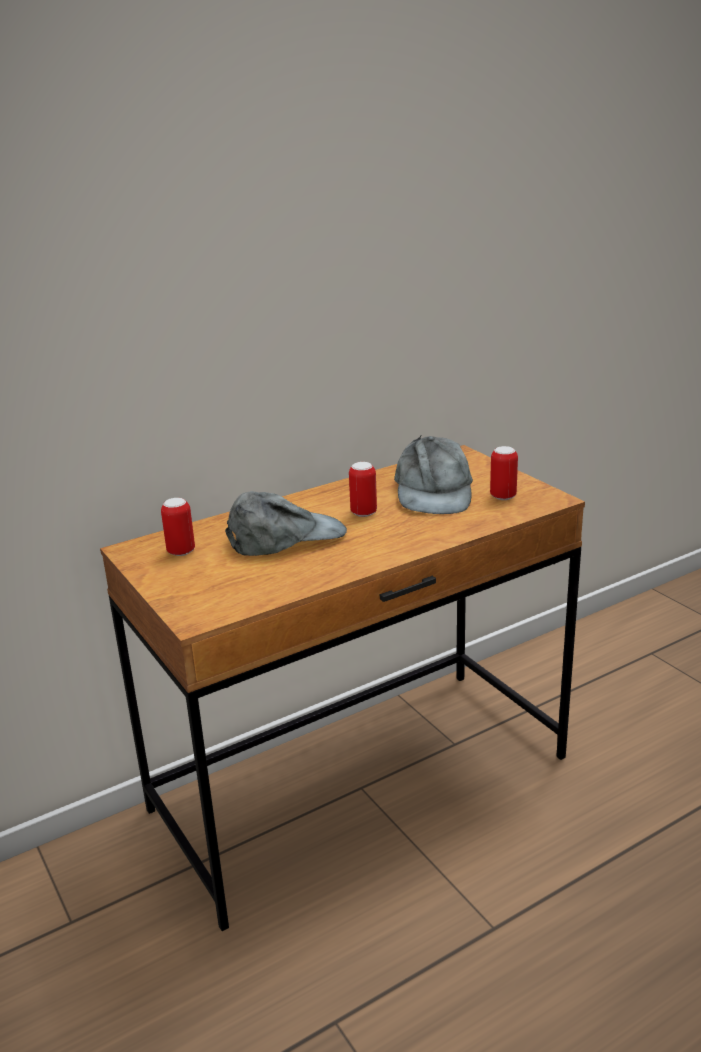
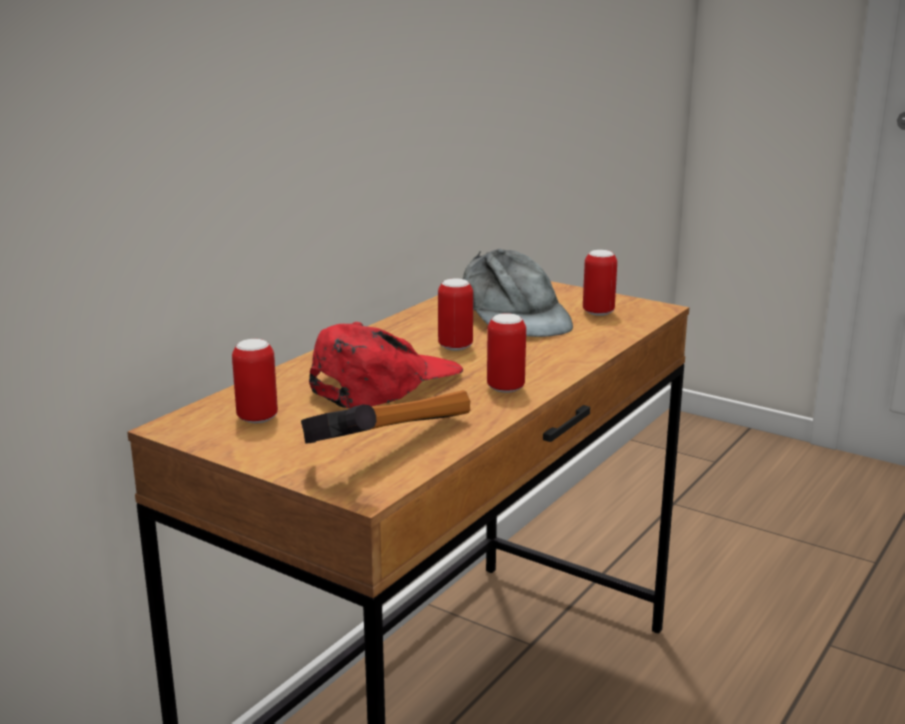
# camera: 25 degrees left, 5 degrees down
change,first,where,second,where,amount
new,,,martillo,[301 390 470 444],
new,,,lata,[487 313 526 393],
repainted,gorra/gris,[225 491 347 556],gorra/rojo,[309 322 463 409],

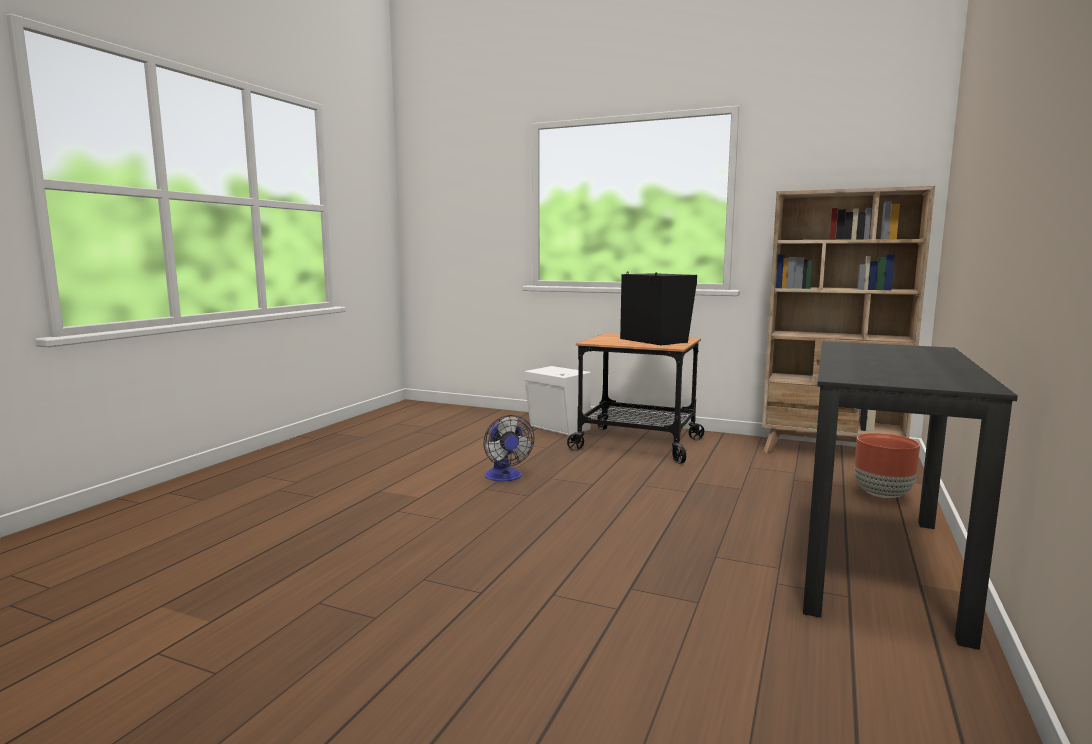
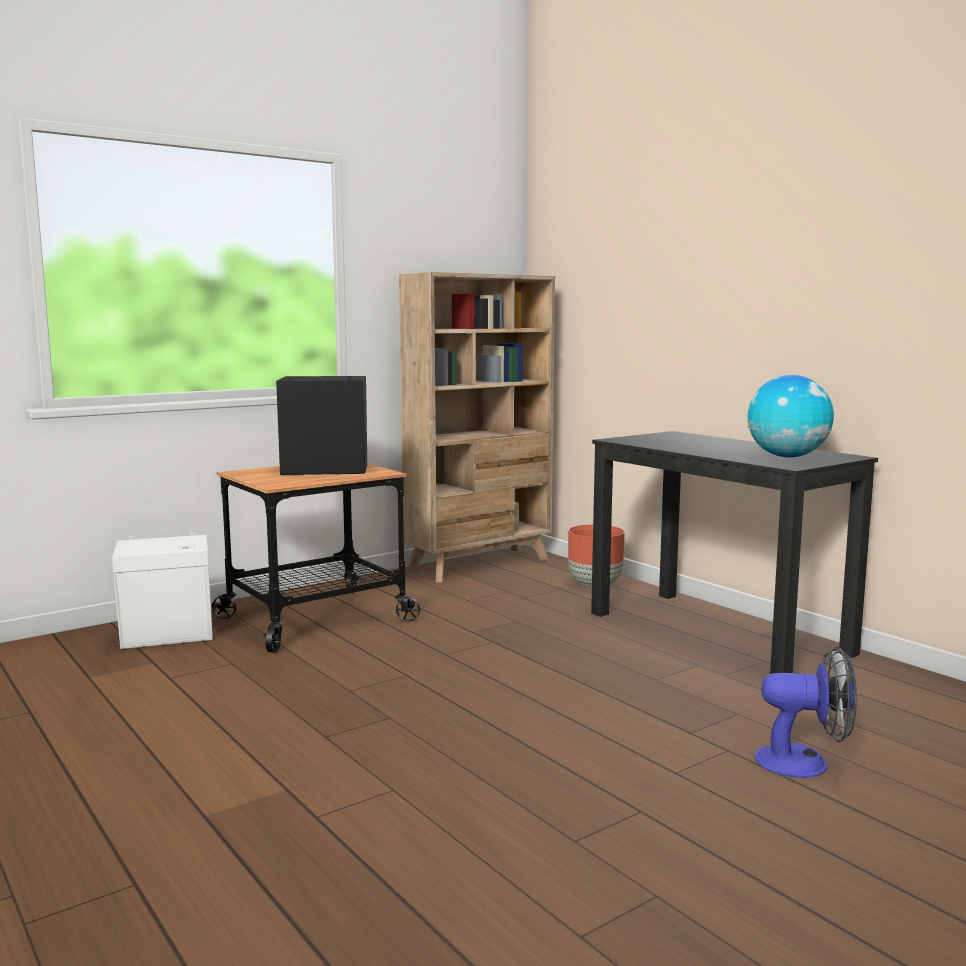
# camera: 60 degrees left, 0 degrees up
change,first,where,second,where,amount
new,,,globo terráqueo,[748 375 834 457],
shifted,ventilador,[483 415 534 482],,[755 647 857 778],

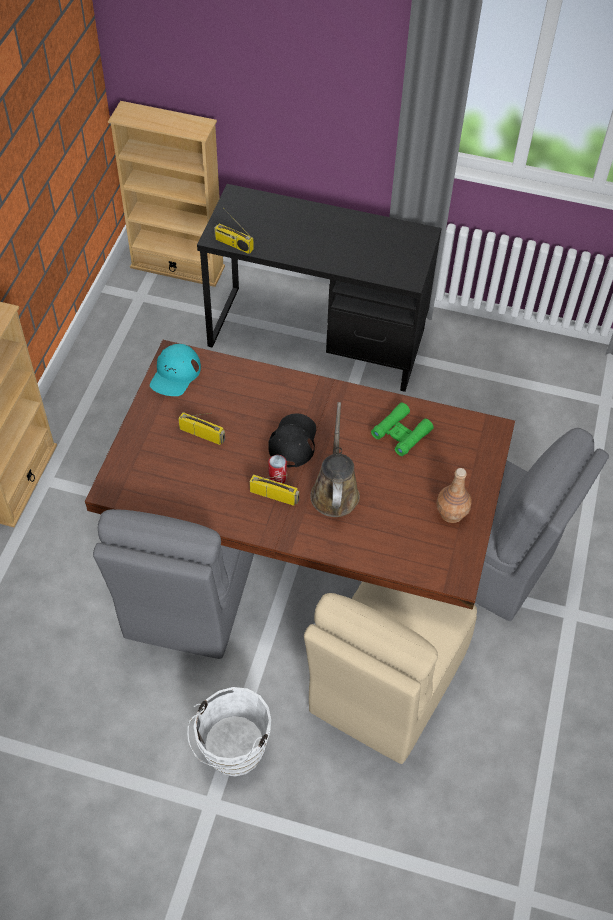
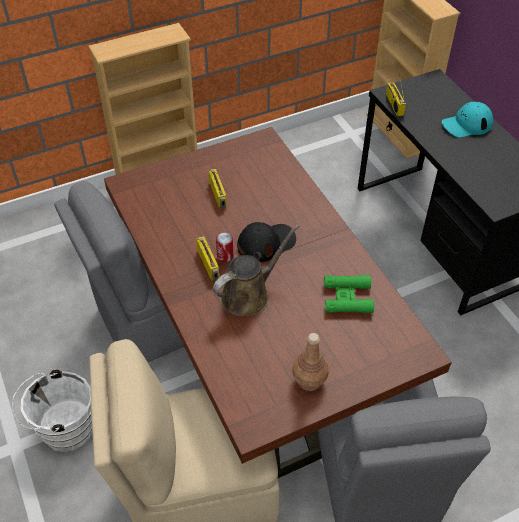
# camera: 50 degrees right, 5 degrees down
change,first,where,second,where,amount
shifted,gorra/turquesa,[150 344 201 396],,[442 102 493 137],

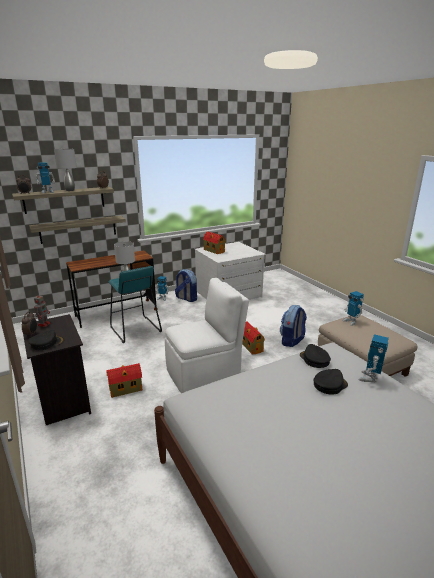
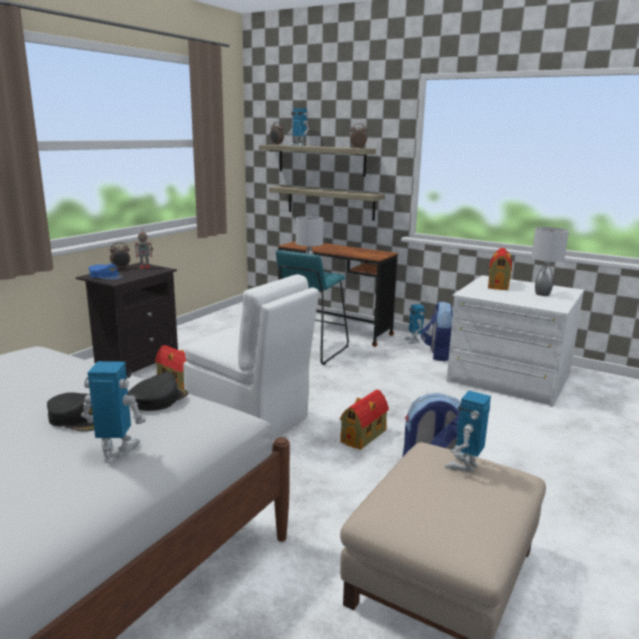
# camera: 60 degrees right, 5 degrees down
change,first,where,second,where,amount
shifted,lámpara de mesa/gris,[54 149 77 191],,[531 227 569 296],
repainted,gorra/negro,[28 330 64 350],gorra/azul,[89 264 123 280],

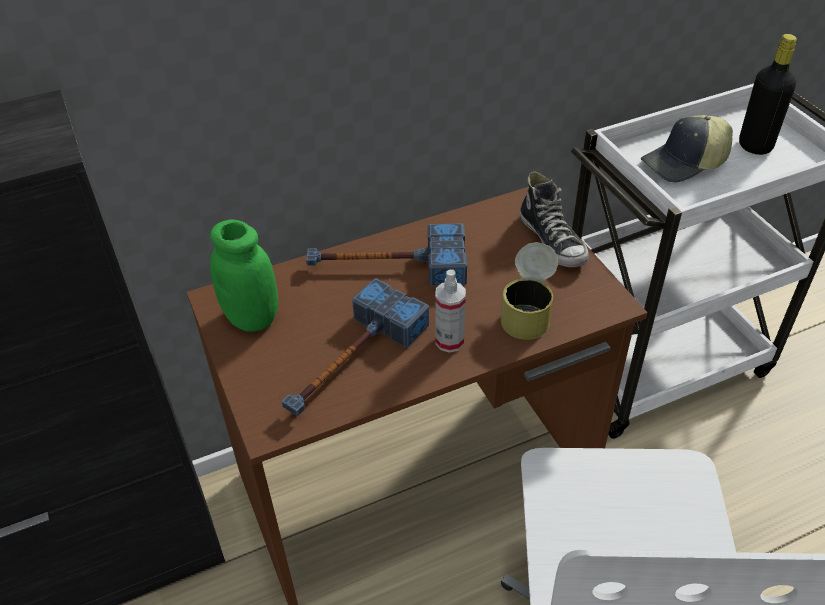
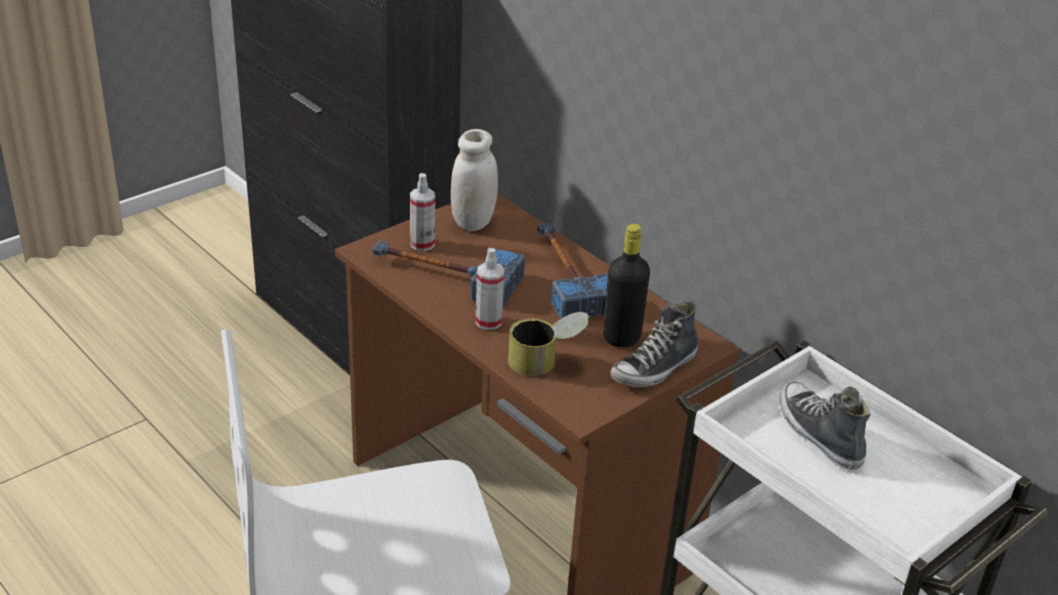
# camera: 70 degrees right, 10 degrees down
change,first,where,second,where,amount
new,,,pulverizador,[410 173 435 251],
shifted,botella/negro,[739 34 797 155],,[603 224 650 347],
swapped,gorra,[641 115 733 183],zapato,[779 381 871 470],
repainted,tarro/verde,[210 220 278 331],tarro/blanco,[451 129 498 231],

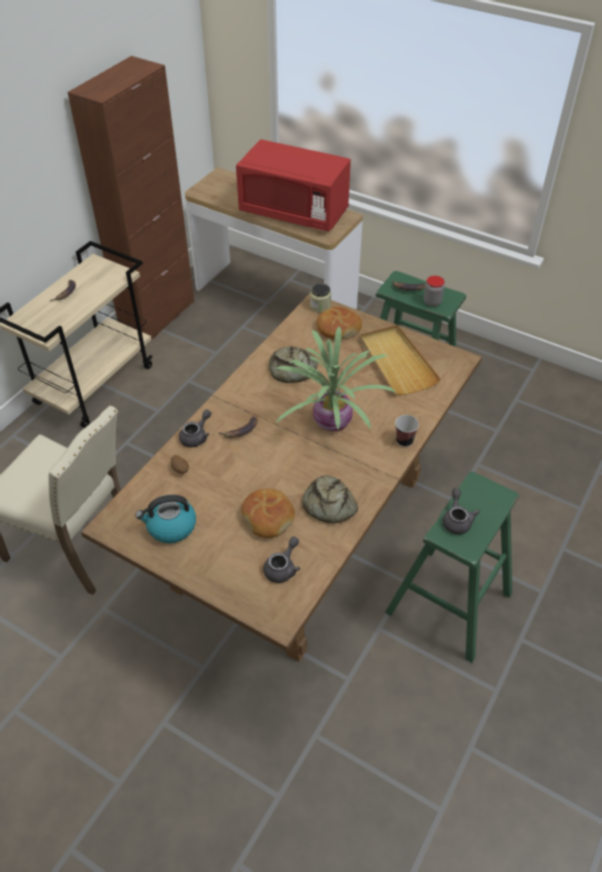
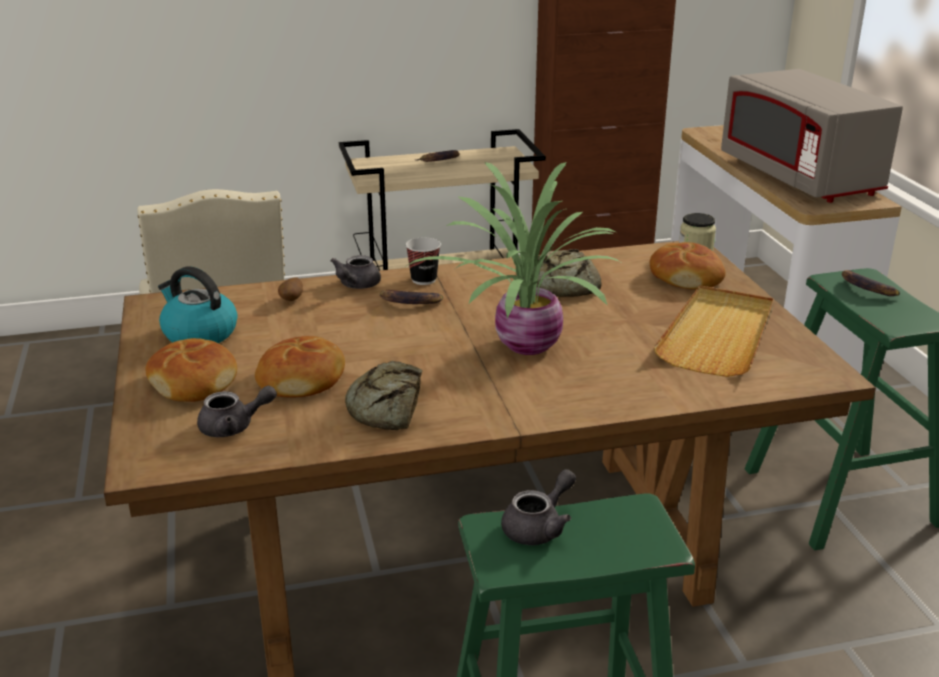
# camera: 45 degrees right, 20 degrees down
change,first,where,second,where,amount
gone,tarro,[424 276 445 307],,,
new,,,pan,[145 338 237 402],
shifted,taza,[395 415 419 447],,[406 238 441 285],
repainted,microondas/rojo,[236 139 351 231],microondas/gris,[721 69 903 203],
rotated,tetera/gris,[179 409 211 447],,[330 255 381 289],120 degrees clockwise

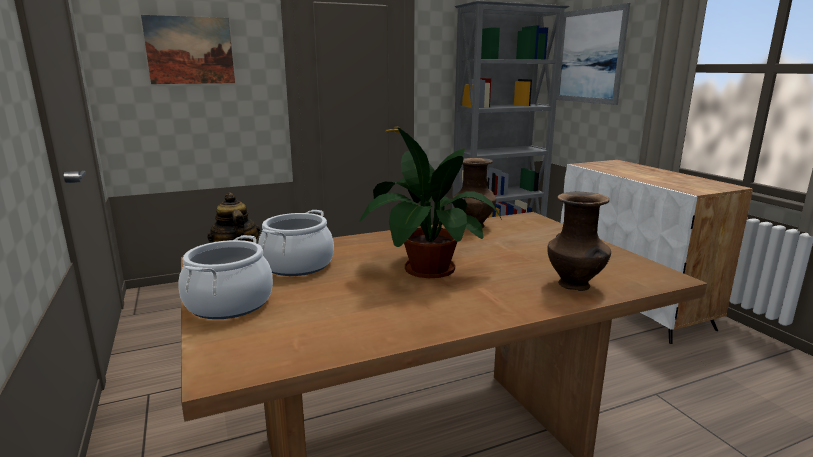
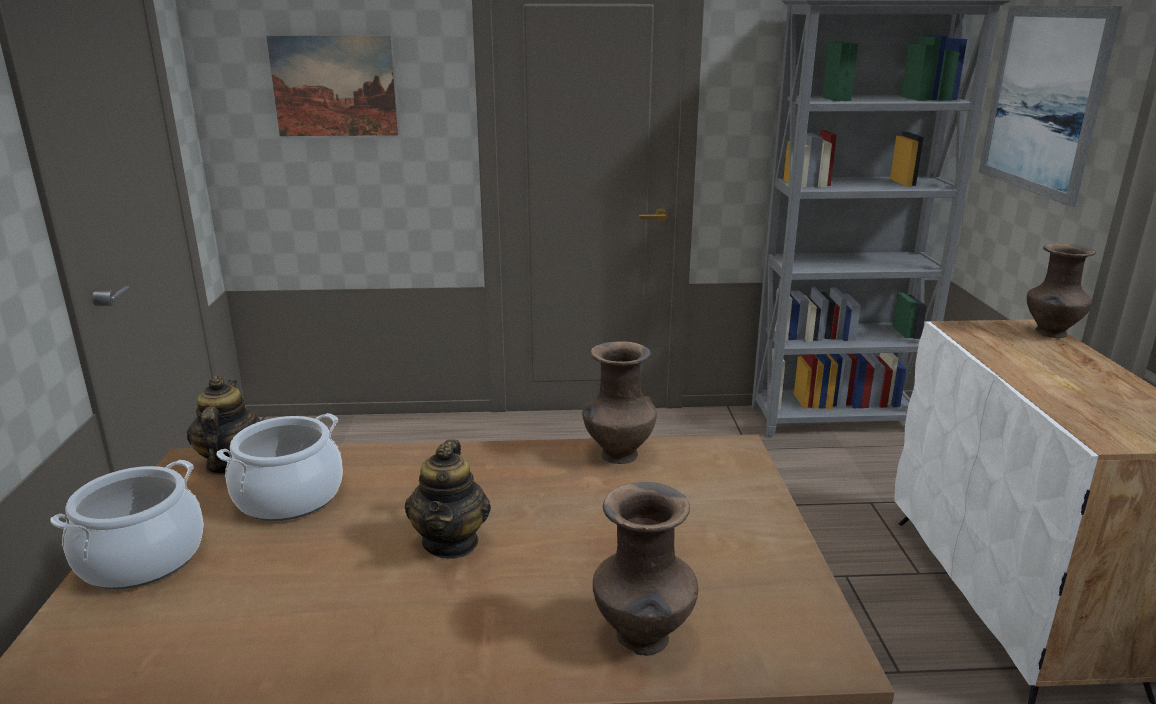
# camera: 20 degrees right, 5 degrees up
change,first,where,second,where,amount
new,,,florero/marrón,[1027 243 1096 338],
swapped,planta en maceta,[359 128 502 278],tetera,[405 439 491 559],

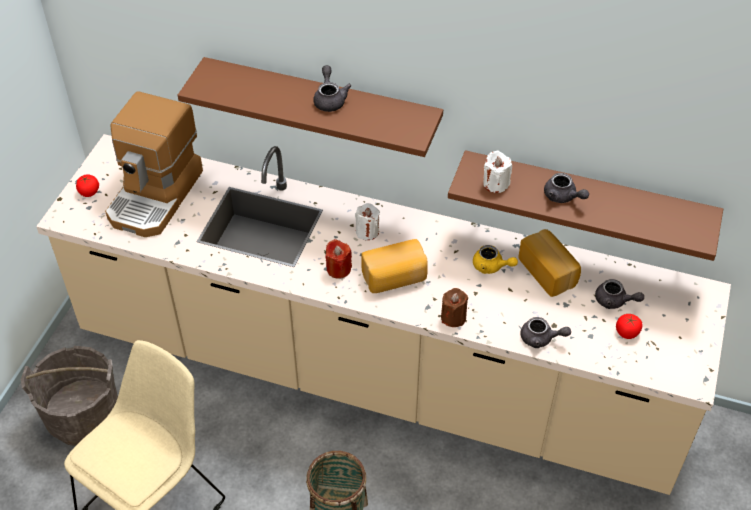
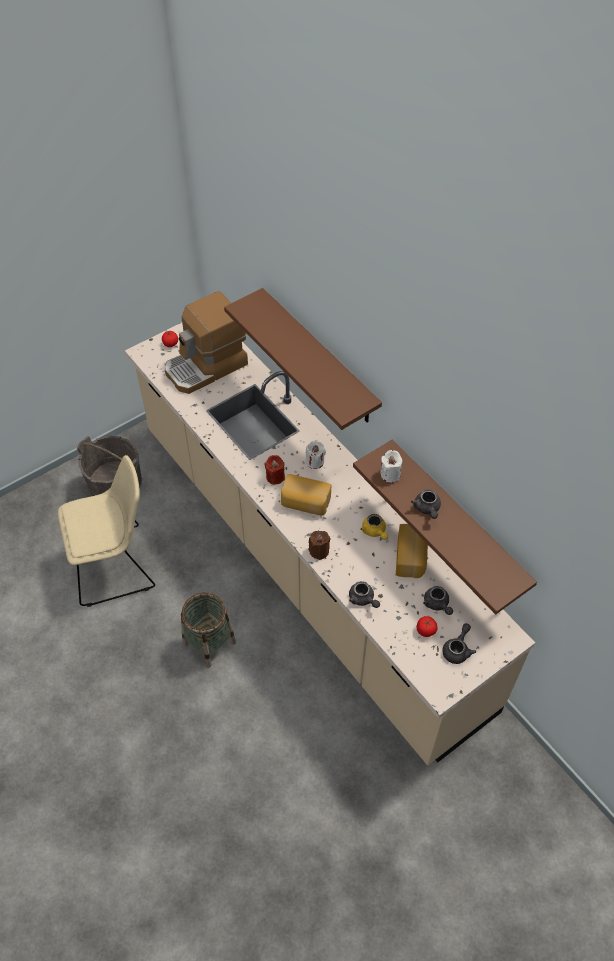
# camera: 35 degrees right, 5 degrees up
change,first,where,second,where,amount
shifted,tetera/gris,[313 65 351 112],,[442 623 476 664],

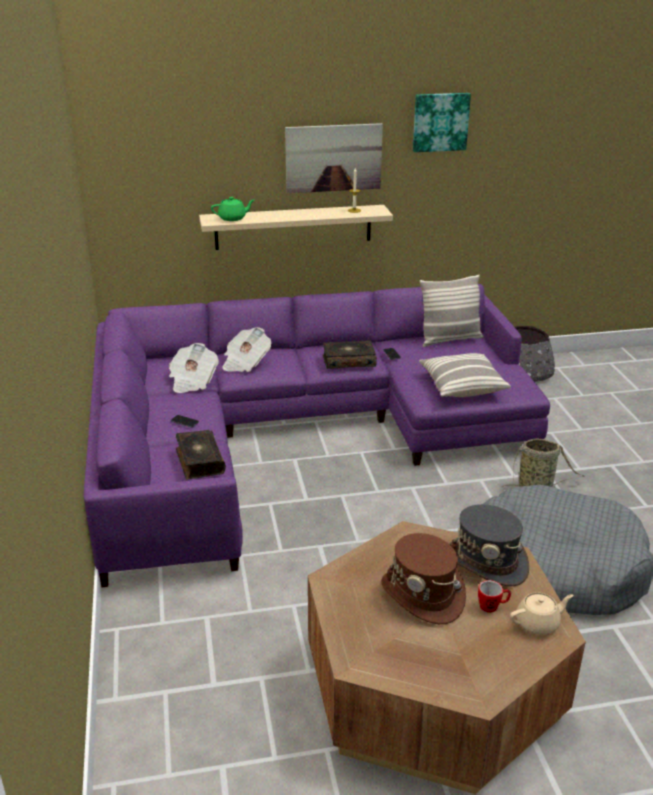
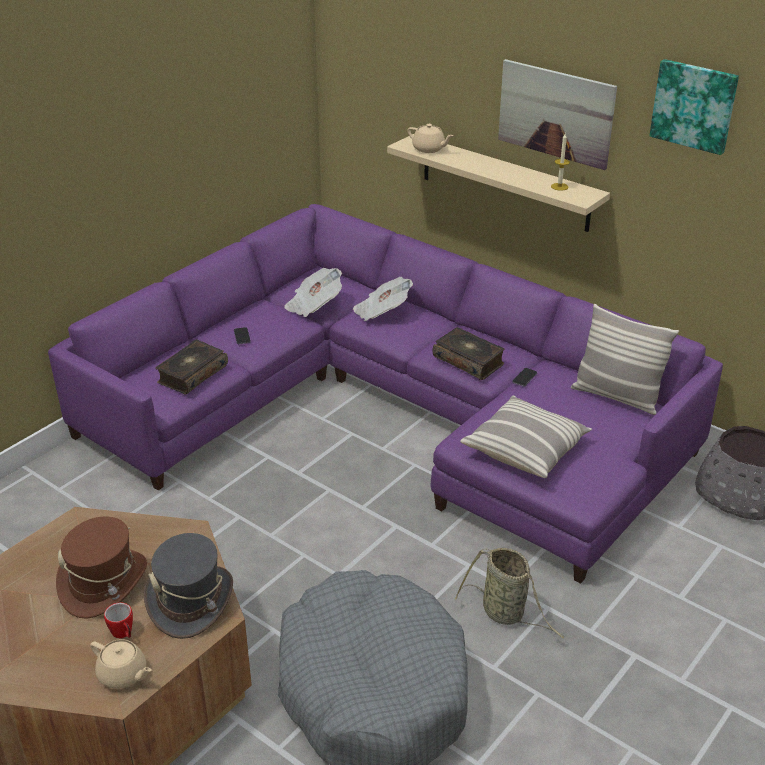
# camera: 50 degrees right, 5 degrees up
change,first,where,second,where,amount
repainted,tetera/verde,[211 197 254 221],tetera/beis,[408 124 454 153],

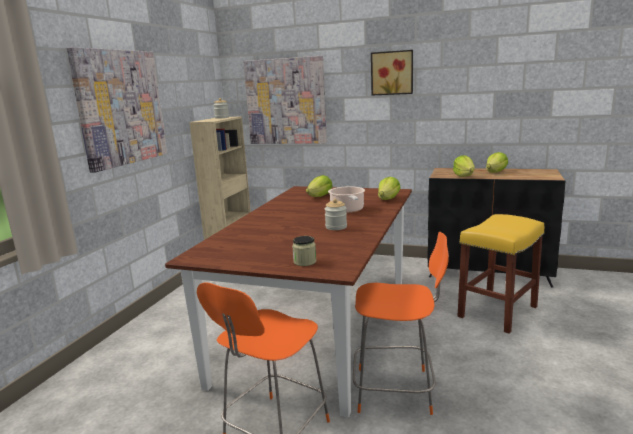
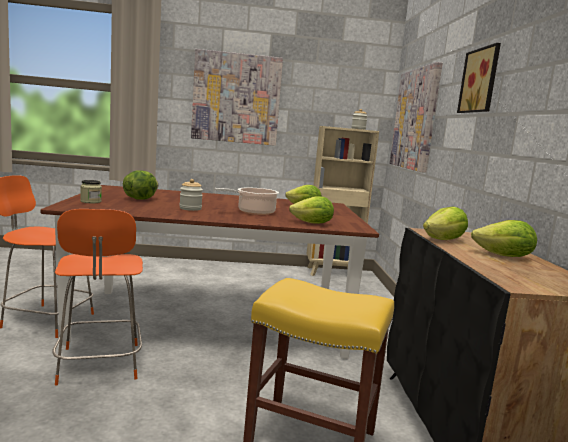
# camera: 65 degrees right, 5 degrees down
change,first,where,second,where,amount
new,,,lechuga,[123 170 158 200],

